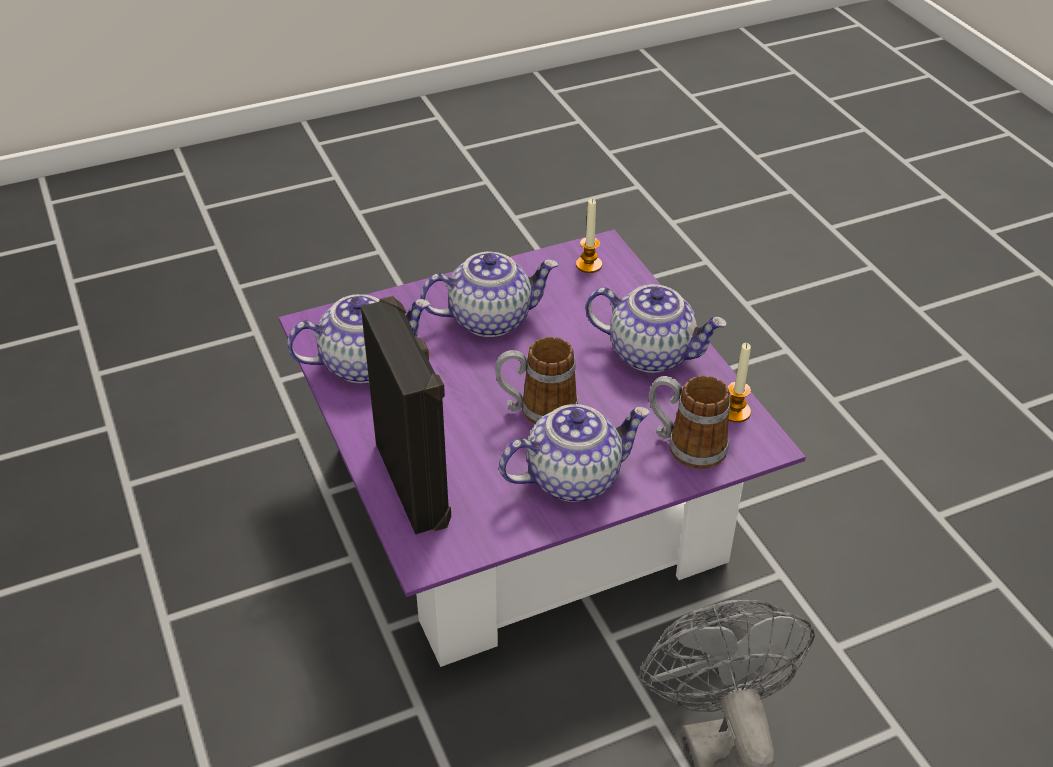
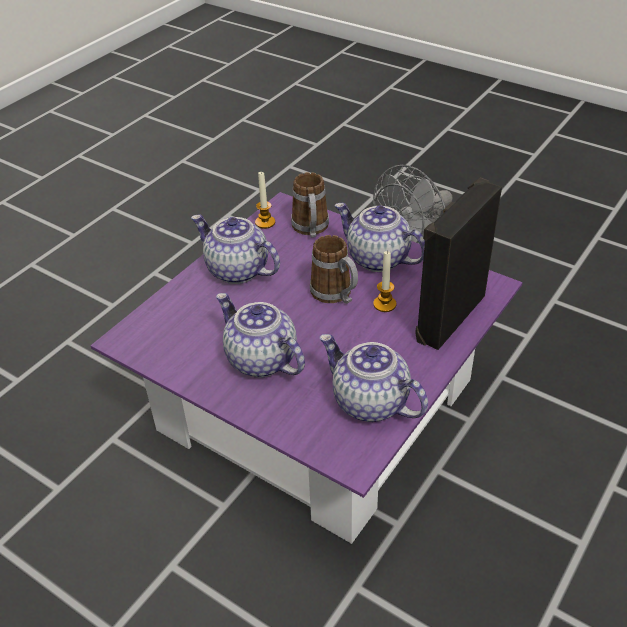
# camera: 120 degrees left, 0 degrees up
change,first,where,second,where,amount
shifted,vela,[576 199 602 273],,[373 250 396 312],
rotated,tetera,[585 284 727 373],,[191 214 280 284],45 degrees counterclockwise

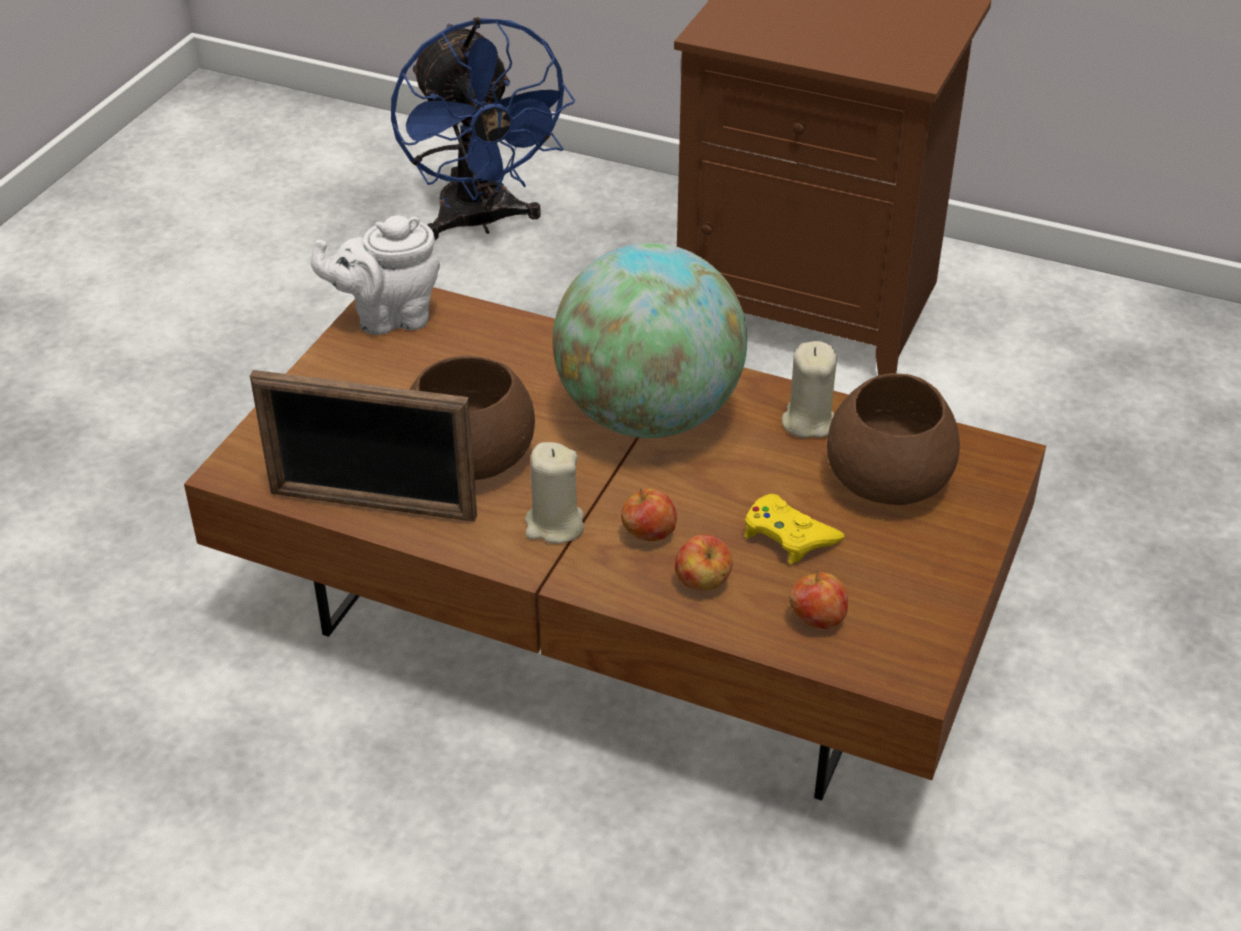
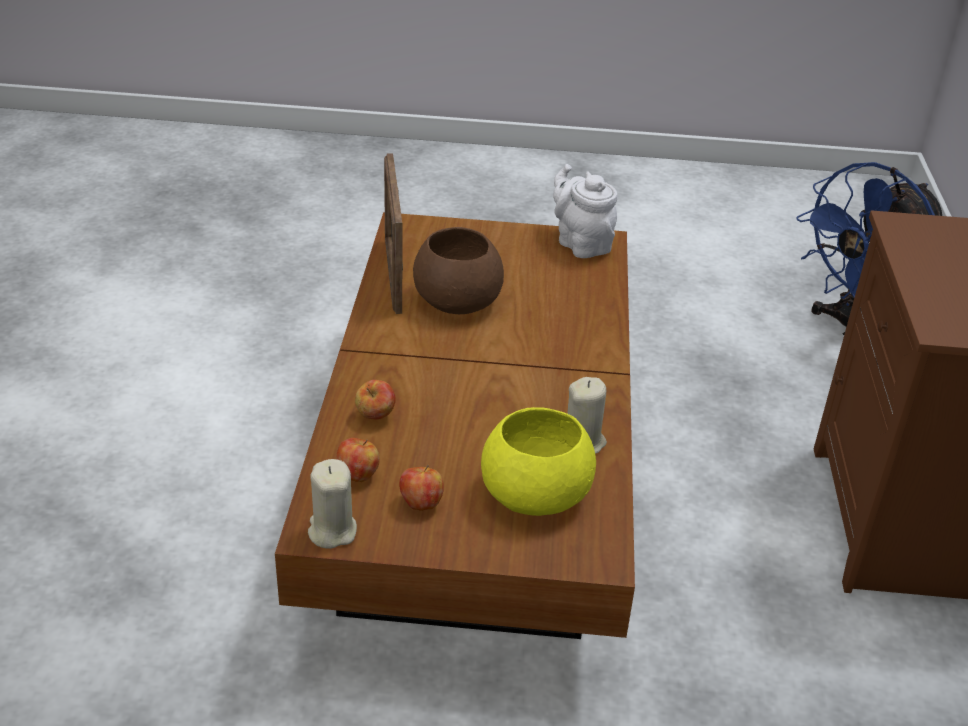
# camera: 70 degrees right, 5 degrees down
change,first,where,second,where,amount
gone,globo terráqueo,[553 243 747 438],,,
gone,mando de consola/amarillo,[745 494 844 565],,,
shifted,vela/beis,[525 442 584 544],,[308 459 357 549],
shifted,manzana,[621 488 677 541],,[399 465 444 511],
repainted,cuenco/marrón,[827 374 960 505],cuenco/amarillo,[481 407 596 516],

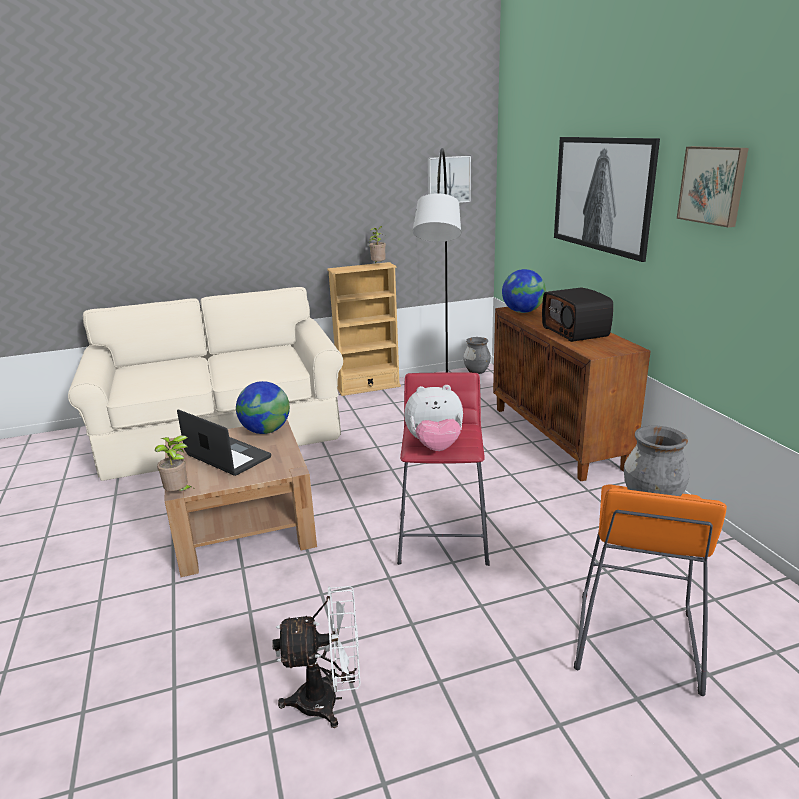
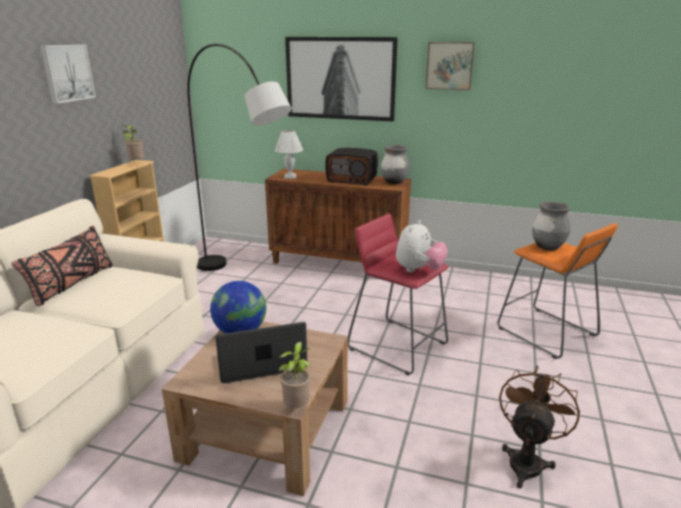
# camera: 55 degrees left, 0 degrees up
change,first,where,second,where,amount
new,,,cojín/negro,[12 226 113 306],
shifted,cuadro,[428 156 471 203],,[40 44 96 104],
shifted,florero/gris,[463 337 491 374],,[381 145 410 184],
swapped,globo terráqueo,[502 269 546 313],lámpara de mesa/blanco,[275 130 303 179],
repainted,ventilador/blanco,[272 586 360 728],ventilador/marrón,[499 365 580 489],

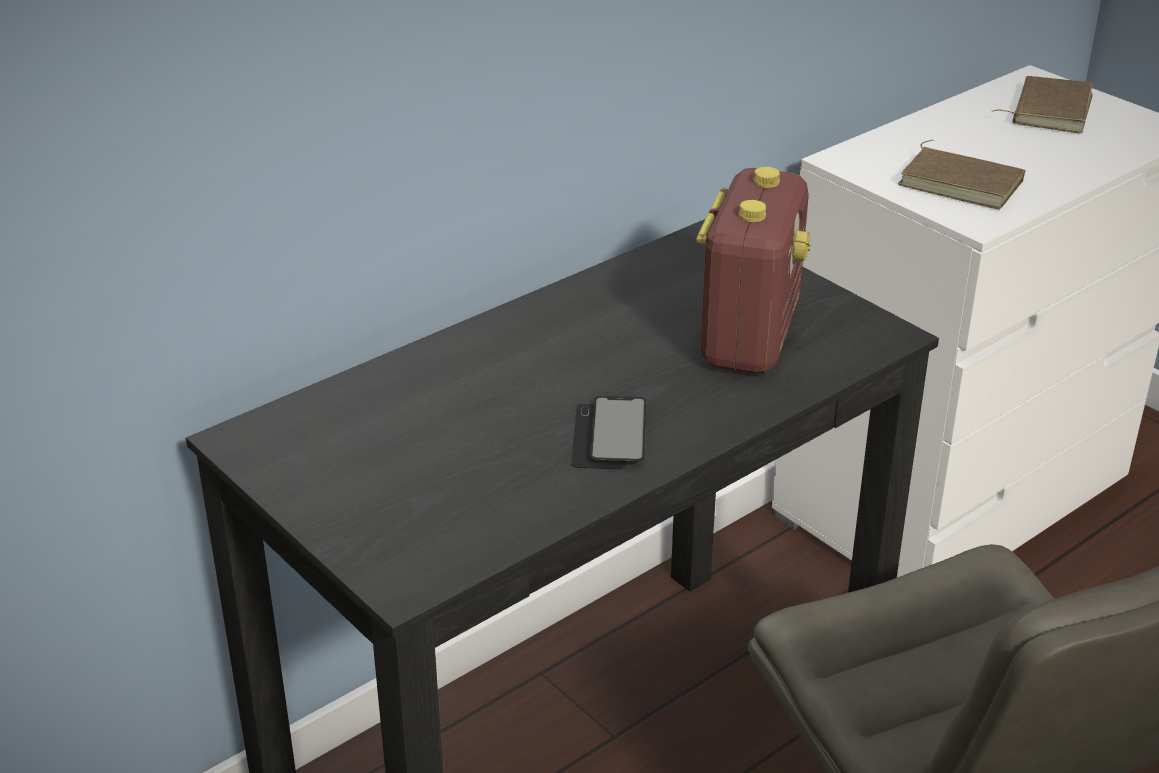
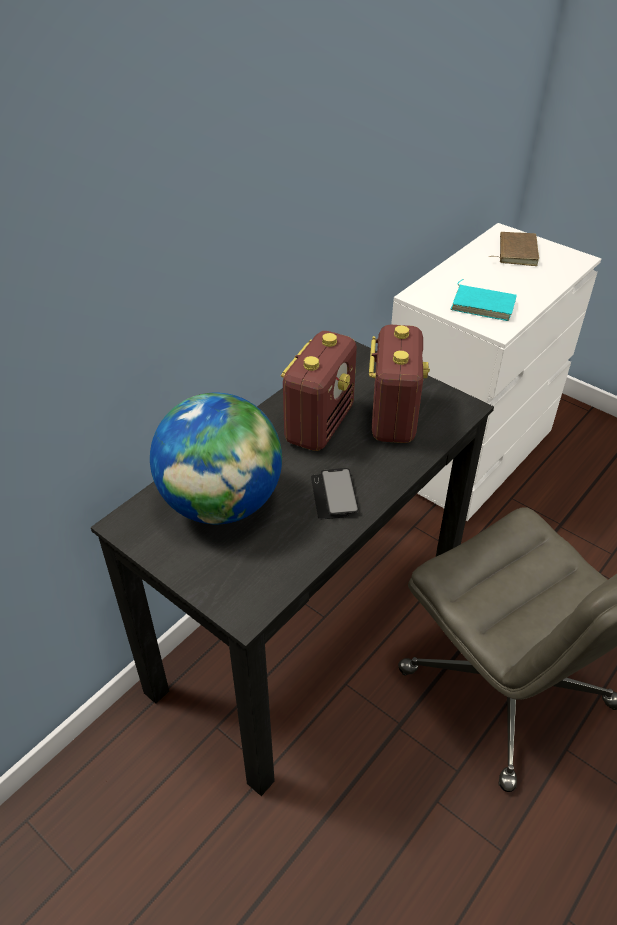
# camera: 10 degrees left, 10 degrees up
change,first,where,second,where,amount
new,,,globo terráqueo,[150 392 282 524],
new,,,radio,[281 331 357 451],
repainted,libro/marrón,[898 140 1026 210],libro/turquesa,[451 279 517 321],

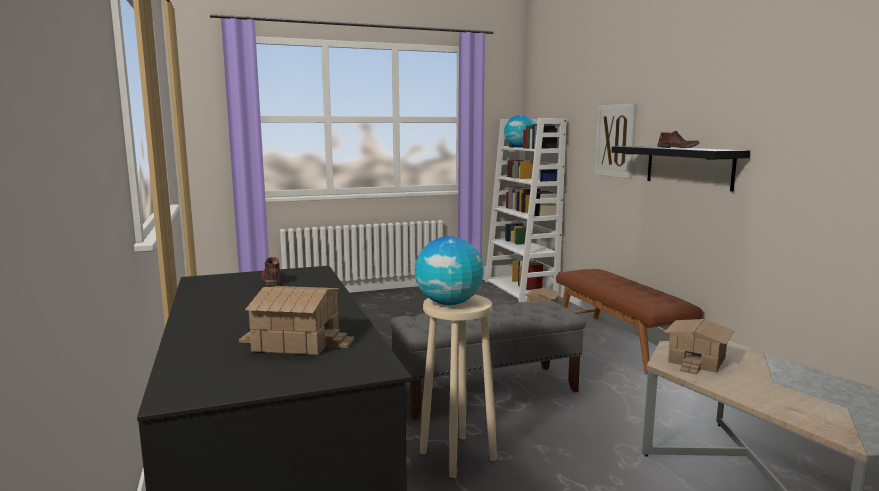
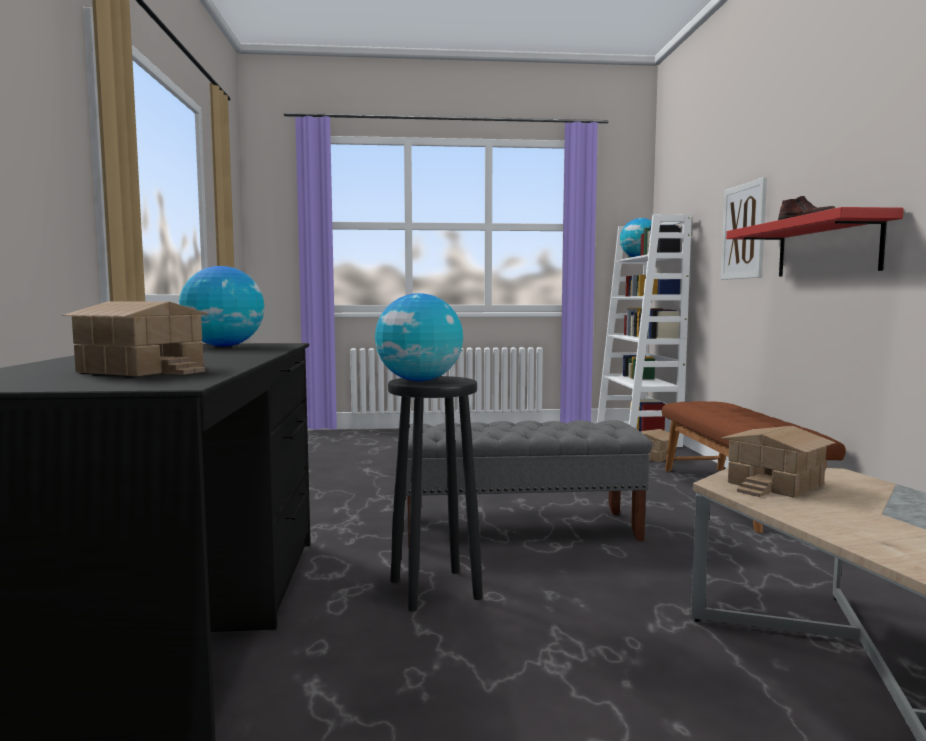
# camera: 15 degrees right, 5 degrees down
change,first,where,second,where,amount
swapped,zapato/marrón,[261 257 282 285],globo terráqueo,[179 266 264 347],
repainted,taburete/beis,[420 295 497 478],taburete/negro,[388 376 483 611],
repainted,estante/negro,[611 146 750 192],estante/rojo,[726 207 904 277],

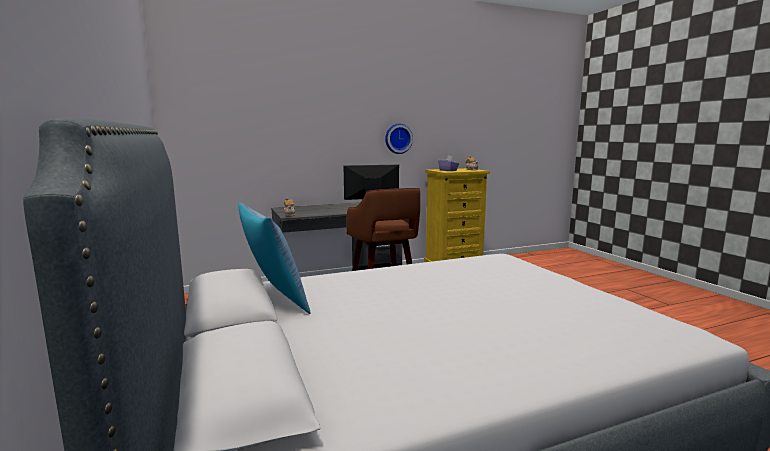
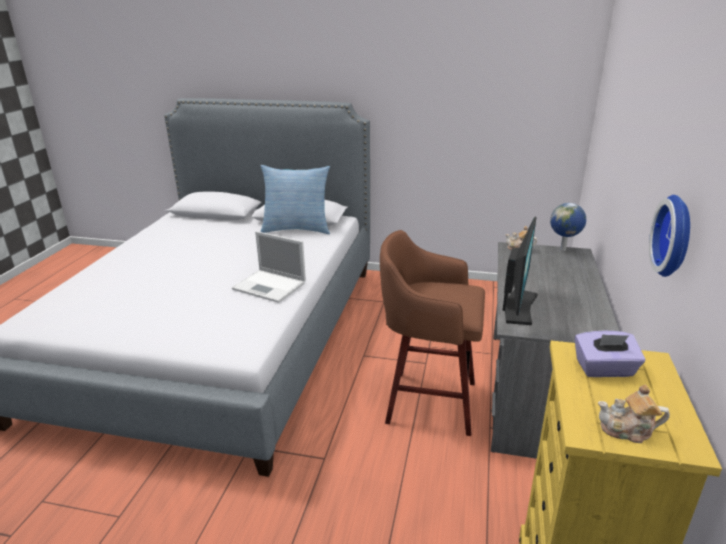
# camera: 125 degrees right, 15 degrees up
change,first,where,second,where,amount
new,,,portátil,[232 231 306 303],
new,,,globo terráqueo,[550 203 586 251],

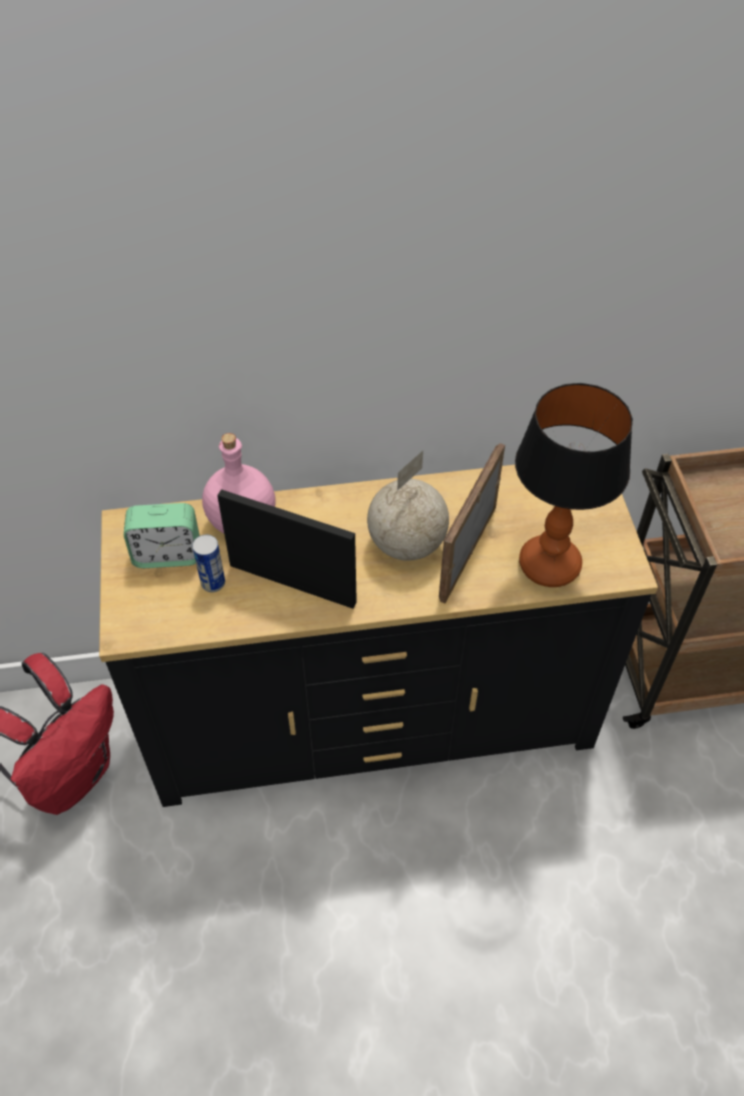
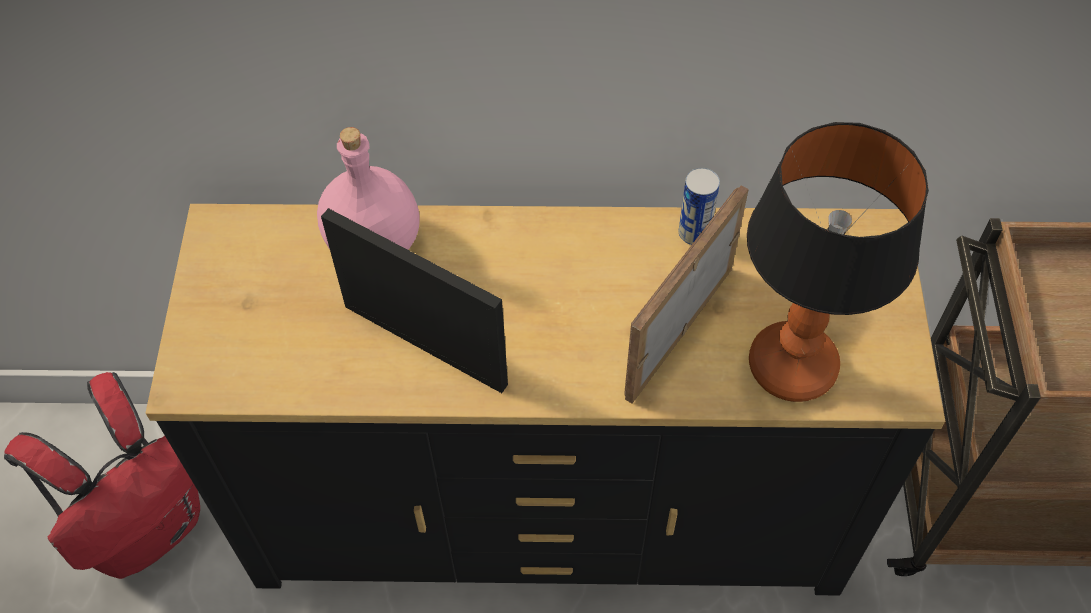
# camera: 10 degrees right, 5 degrees up
change,first,where,second,where,amount
gone,despertador,[124 503 200 568],,,
gone,globo terráqueo,[367 451 449 561],,,
shifted,lata,[192 535 225 592],,[678 168 720 245],

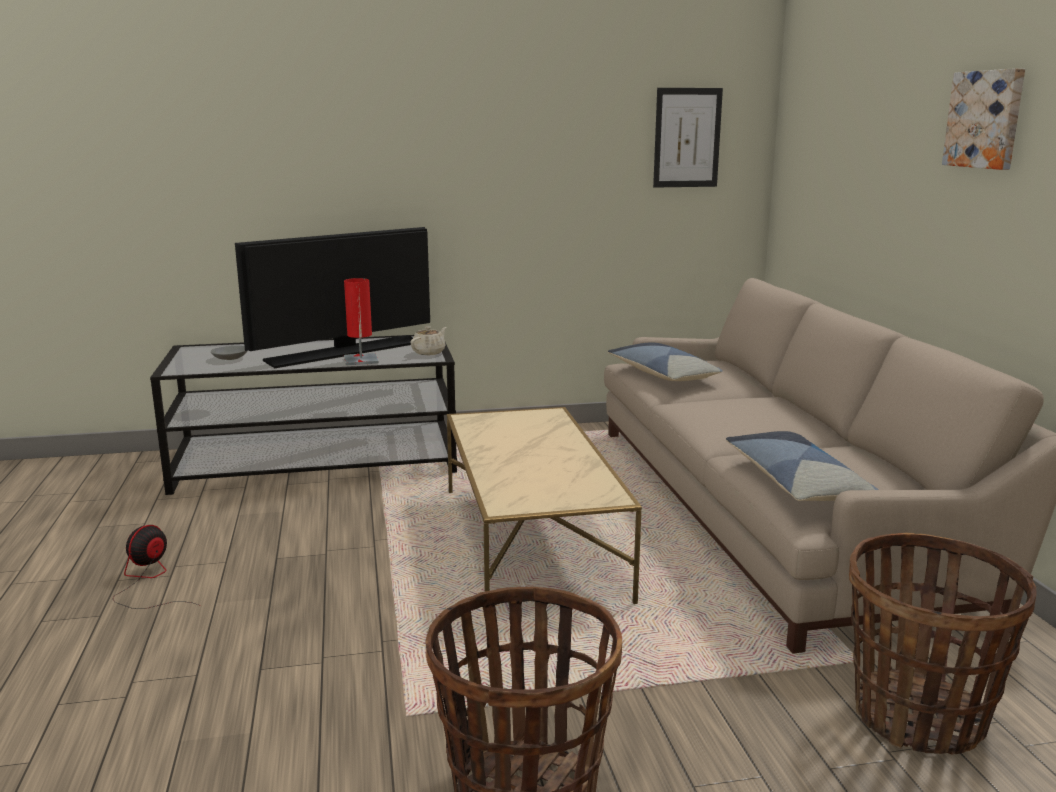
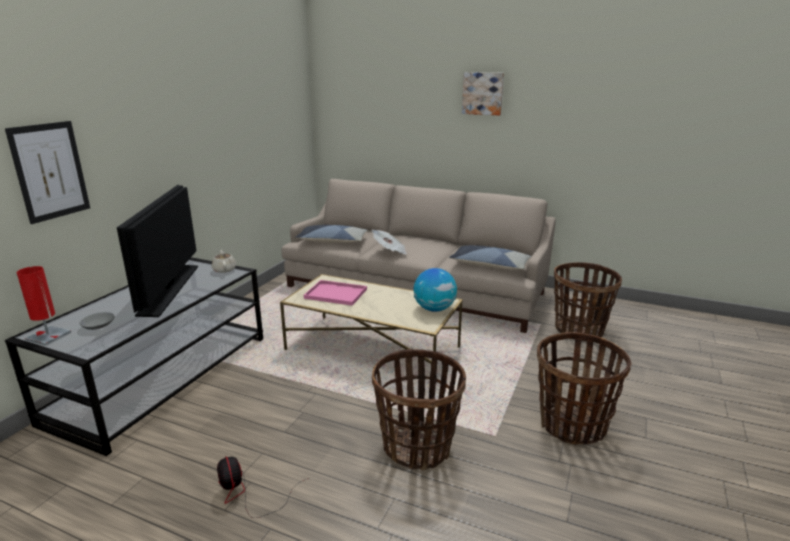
# camera: 55 degrees left, 5 degrees up
change,first,where,second,where,amount
new,,,bandeja/rosa,[304 280 367 306],
new,,,periódico,[371 230 407 255],
new,,,cesta,[372 348 466 470],
new,,,globo terráqueo,[414 268 457 312],
shifted,lámpara de mesa/rojo,[344 278 379 365],,[17 266 71 345],
shifted,cuadro,[653 88 723 188],,[5 121 90 224],

